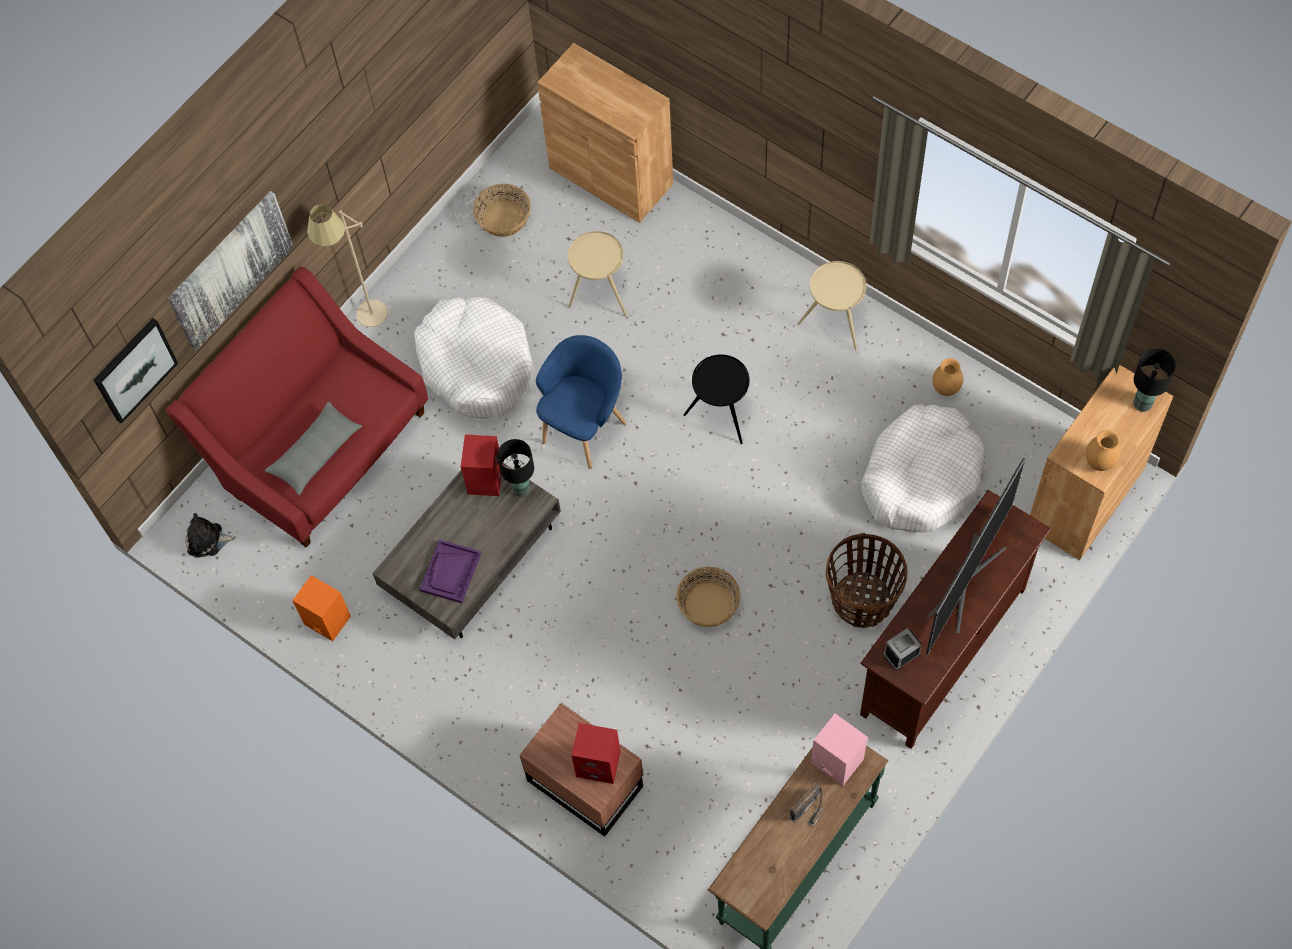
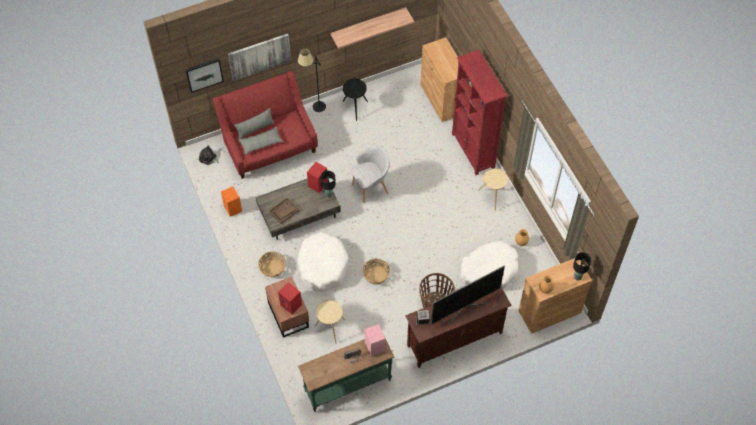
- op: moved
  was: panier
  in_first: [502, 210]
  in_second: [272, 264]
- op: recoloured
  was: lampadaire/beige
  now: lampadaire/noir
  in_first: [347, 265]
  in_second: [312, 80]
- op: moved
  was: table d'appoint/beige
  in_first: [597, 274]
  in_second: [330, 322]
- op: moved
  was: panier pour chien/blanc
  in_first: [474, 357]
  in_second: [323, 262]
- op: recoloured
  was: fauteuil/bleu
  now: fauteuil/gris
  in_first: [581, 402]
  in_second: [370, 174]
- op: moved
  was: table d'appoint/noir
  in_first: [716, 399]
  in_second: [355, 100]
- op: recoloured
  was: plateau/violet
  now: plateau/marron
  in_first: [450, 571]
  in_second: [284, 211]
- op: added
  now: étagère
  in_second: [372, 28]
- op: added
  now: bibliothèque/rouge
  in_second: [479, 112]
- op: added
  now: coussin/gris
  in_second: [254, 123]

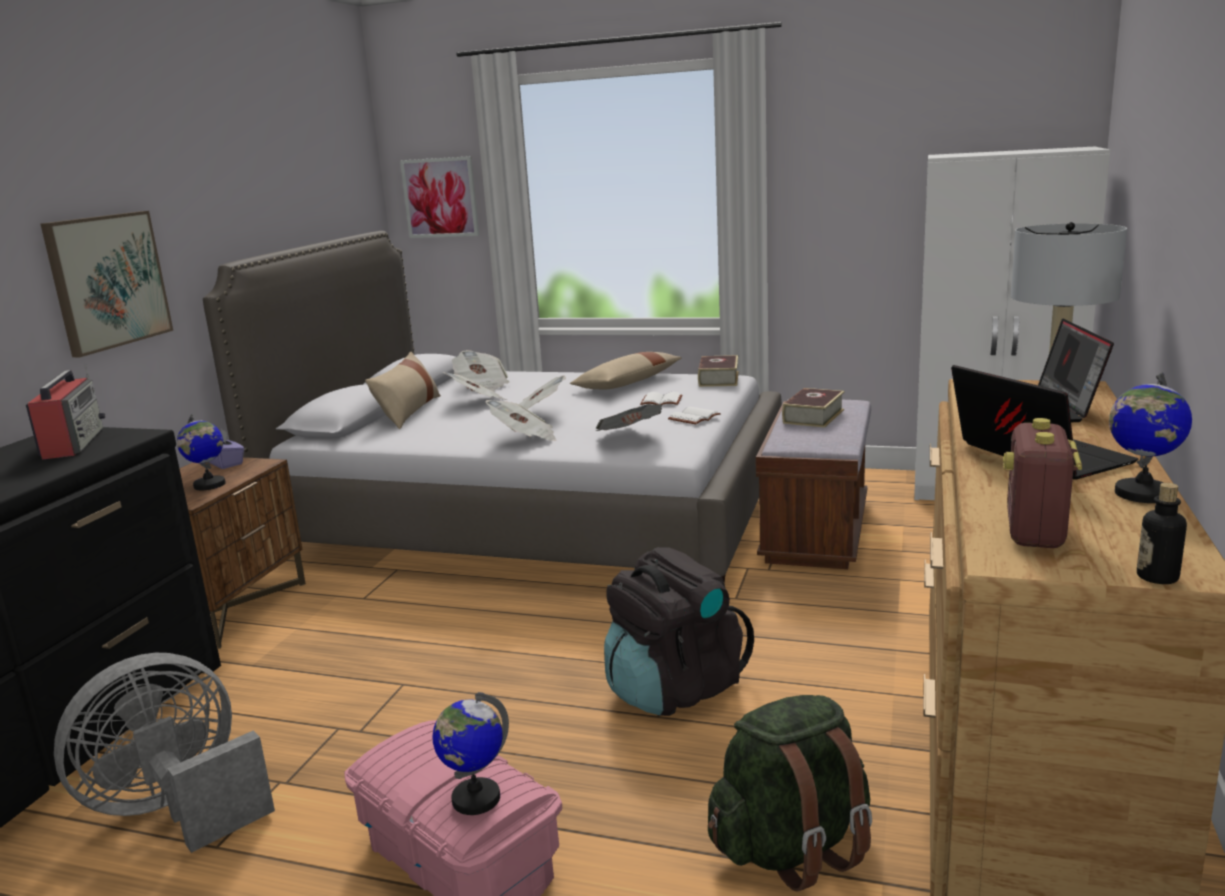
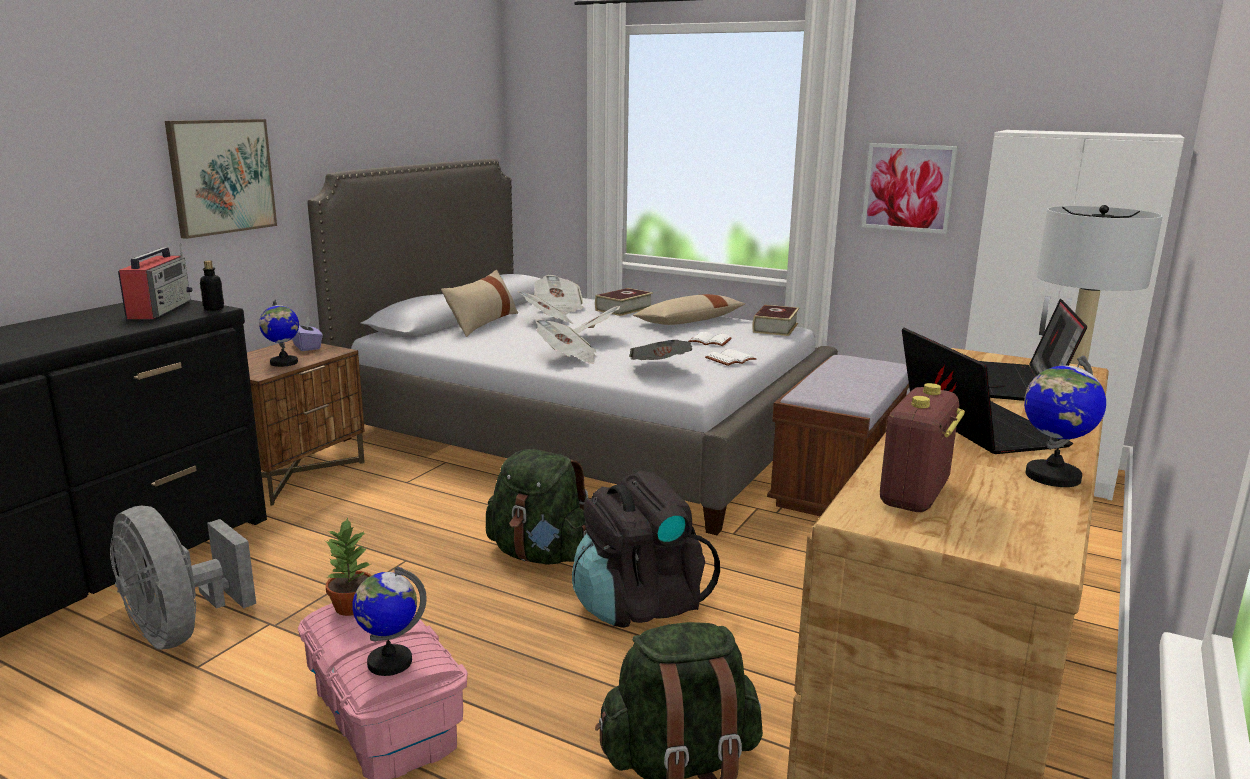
- op: moved
  was: tableau
  in_first: [439, 197]
  in_second: [910, 188]
- op: moved
  was: livre
  in_first: [813, 408]
  in_second: [624, 302]
- op: moved
  was: bouteille
  in_first: [1162, 533]
  in_second: [212, 285]
- op: turned
  was: ventilateur/gris
  in_first: [164, 753]
  in_second: [183, 578]
  clockwise: -105
- op: added
  now: sac à dos/vert
  in_second: [537, 507]
- op: added
  now: plante en pot
  in_second: [348, 567]

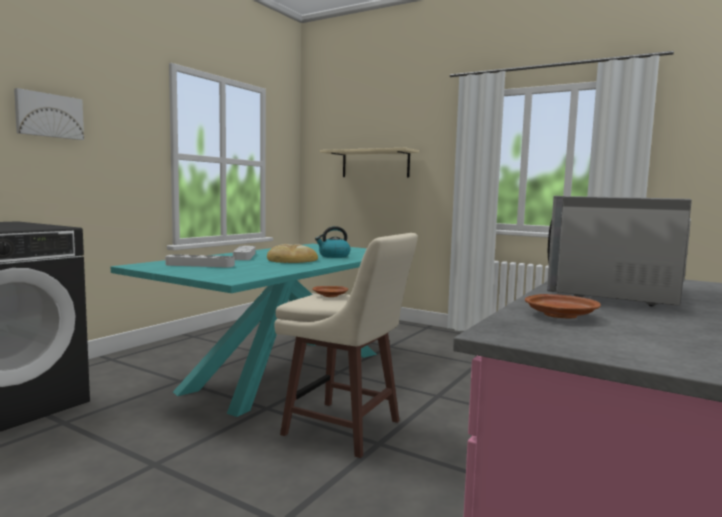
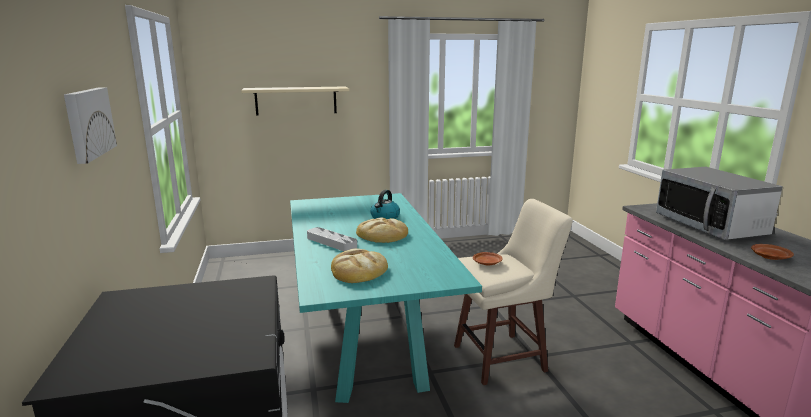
- op: replaced
  was: plateau/gris
  now: pain
  in_first: [200, 260]
  in_second: [359, 266]

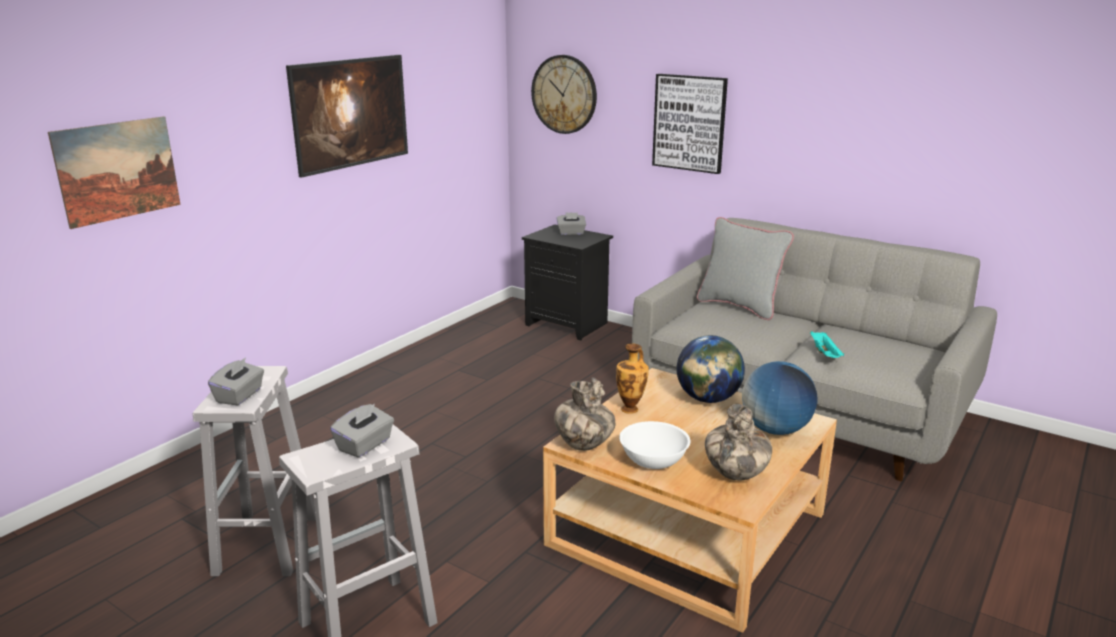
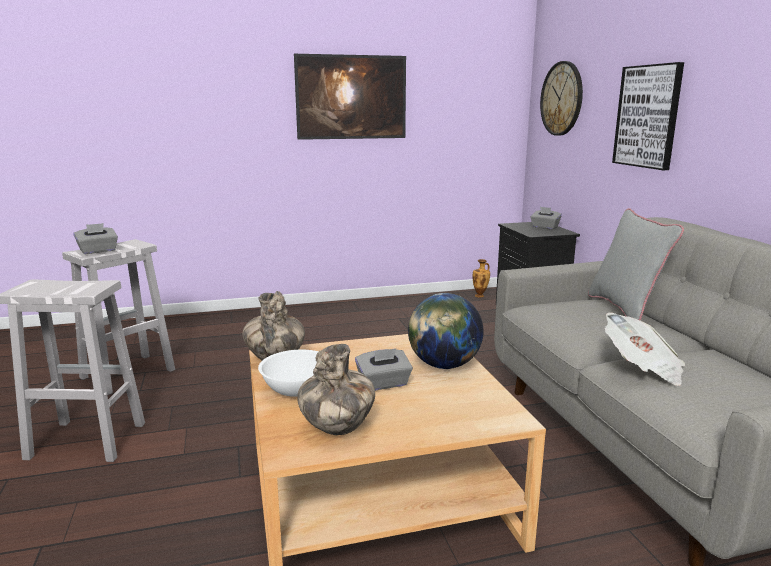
- op: removed
  was: tableau
  in_first: [114, 172]
- op: replaced
  was: plateau/turquoise
  now: journal
  in_first: [827, 345]
  in_second: [645, 349]
- op: moved
  was: vase
  in_first: [632, 378]
  in_second: [481, 278]
- op: removed
  was: globe
  in_first: [780, 398]
- op: moved
  was: boîte à mouchoirs/gris
  in_first: [362, 431]
  in_second: [384, 369]

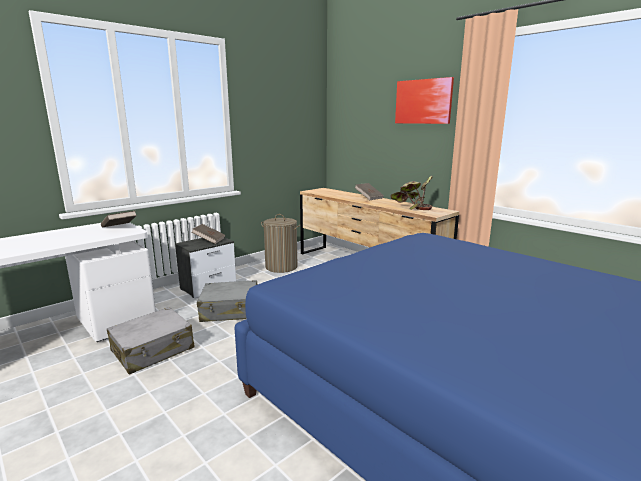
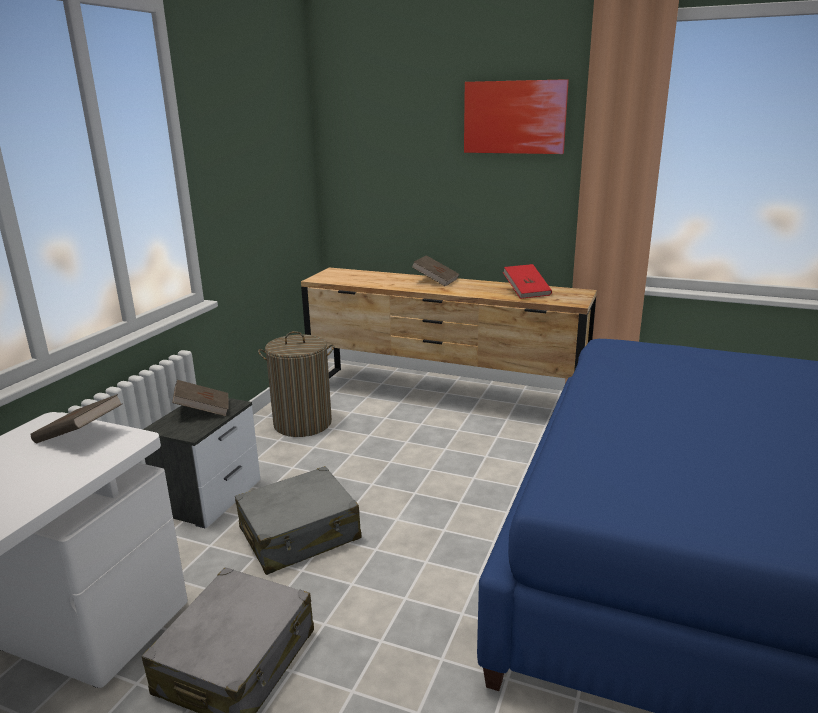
- op: replaced
  was: plante en pot
  now: livre/rouge
  in_first: [412, 193]
  in_second: [527, 281]

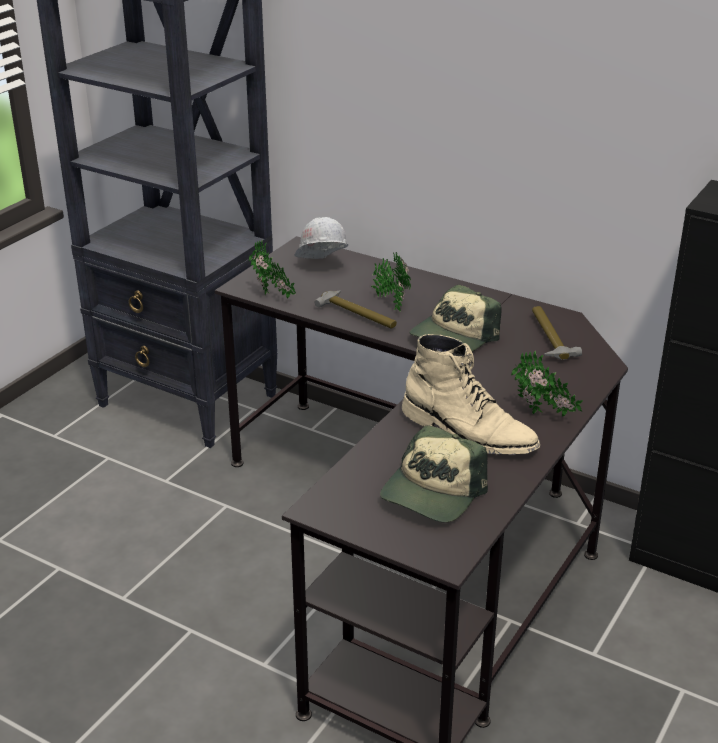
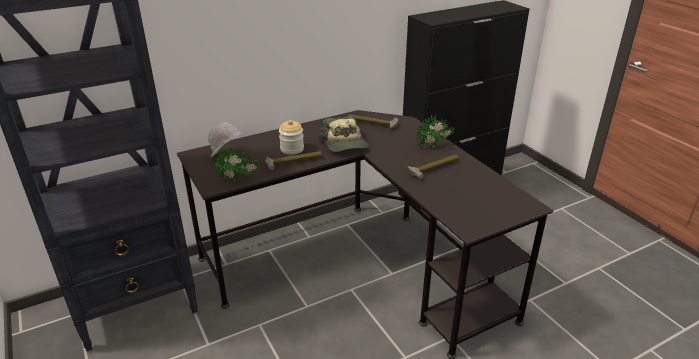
- op: replaced
  was: plante en pot
  now: bocal
  in_first: [391, 281]
  in_second: [291, 137]
- op: replaced
  was: botte/beige
  now: marteau
  in_first: [471, 394]
  in_second: [433, 166]
- op: removed
  was: casquette
  in_first: [434, 474]

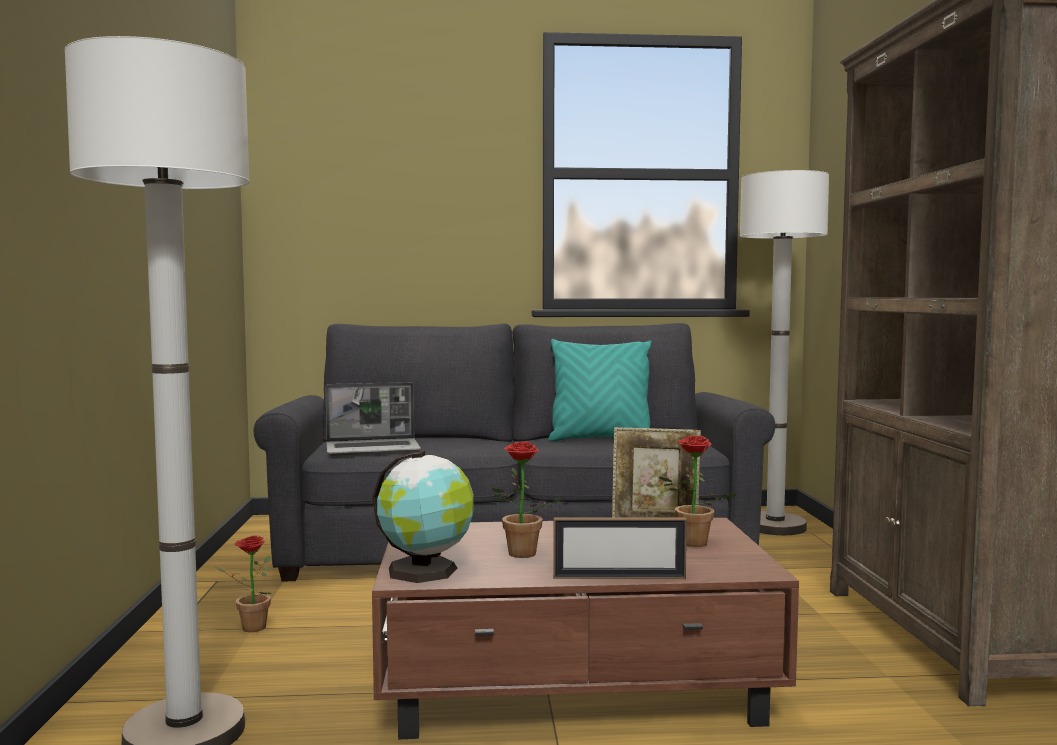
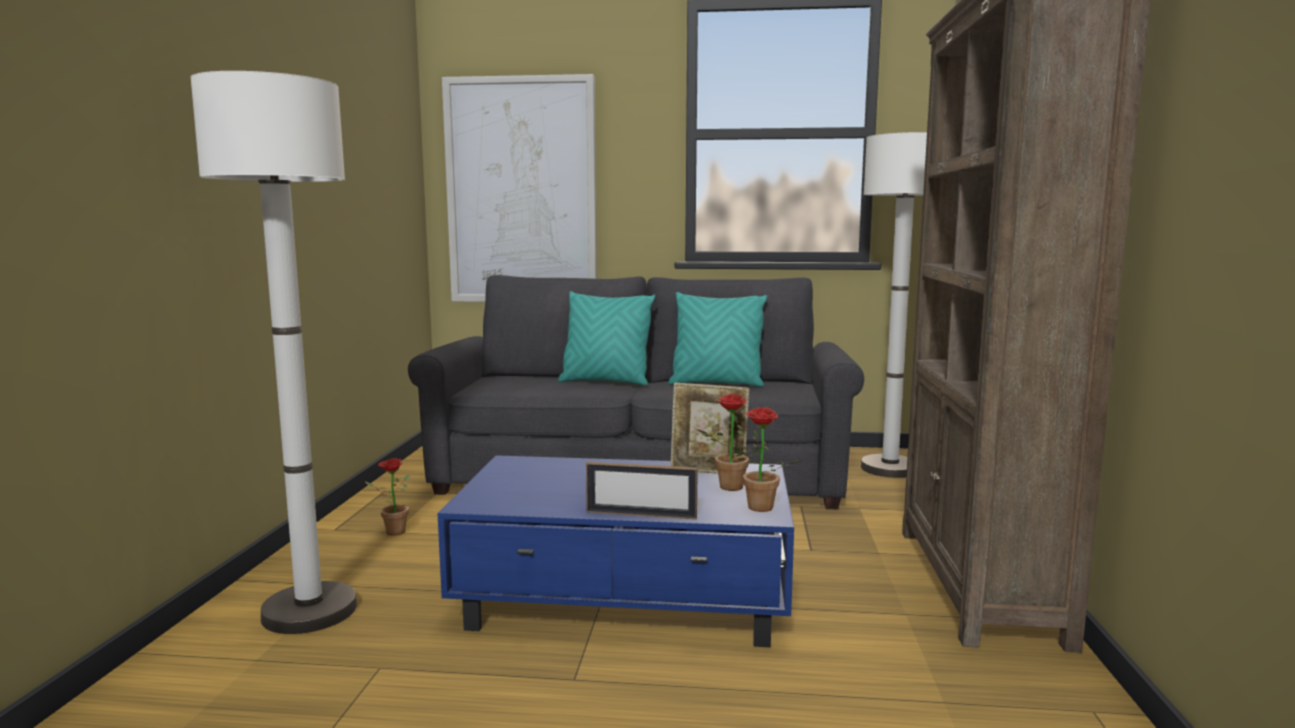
- op: removed
  was: ordinateur portable
  in_first: [373, 419]
- op: moved
  was: plante en pot
  in_first: [528, 499]
  in_second: [767, 459]
- op: removed
  was: globe
  in_first: [422, 517]
- op: recoloured
  was: table basse/marron
  now: table basse/bleu
  in_first: [585, 628]
  in_second: [615, 551]
- op: added
  now: tableau
  in_second: [519, 188]
- op: added
  now: coussin/turquoise
  in_second: [606, 338]

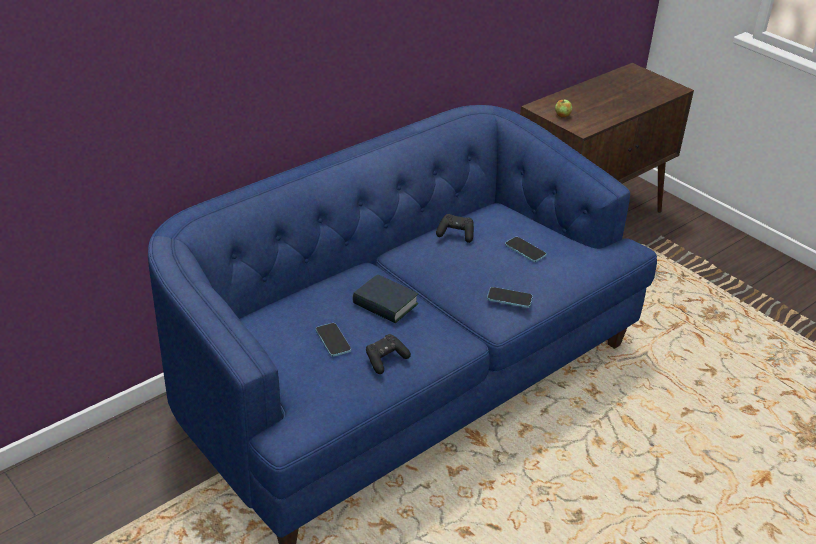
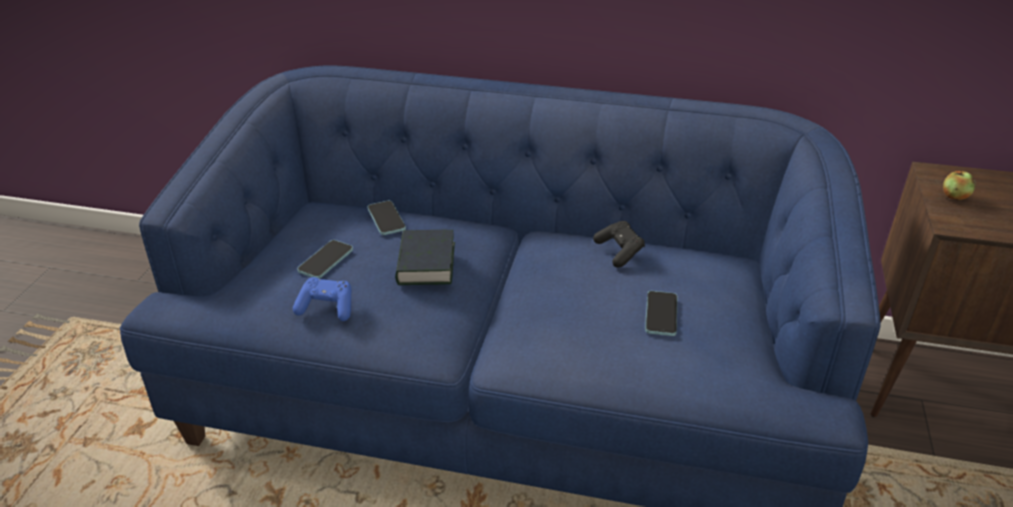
- op: moved
  was: téléphone
  in_first: [510, 297]
  in_second: [387, 218]
- op: recoloured
  was: manette/noir
  now: manette/bleu
  in_first: [388, 354]
  in_second: [322, 299]

